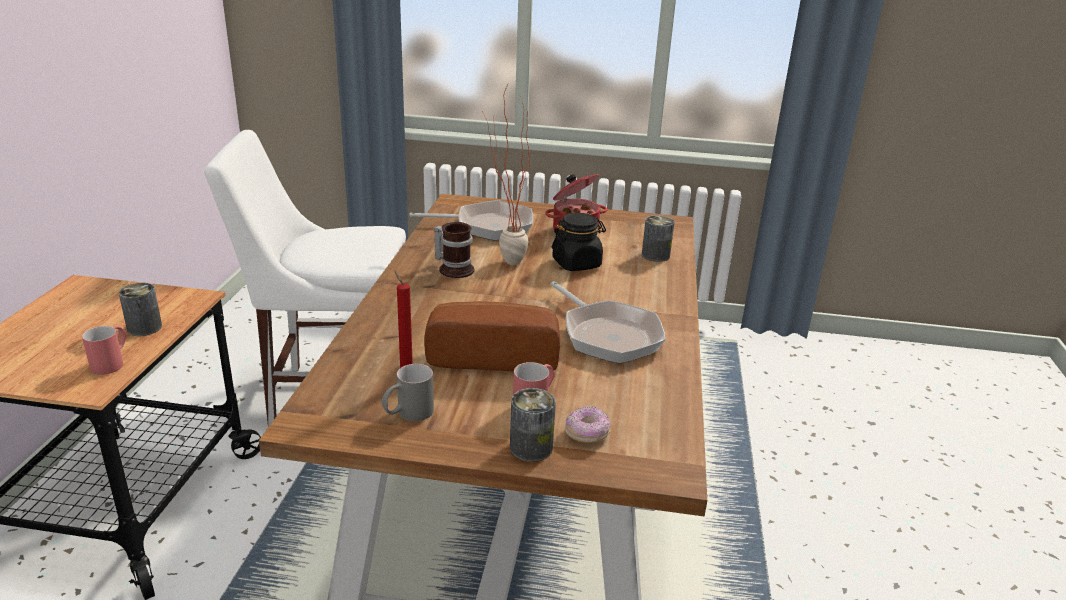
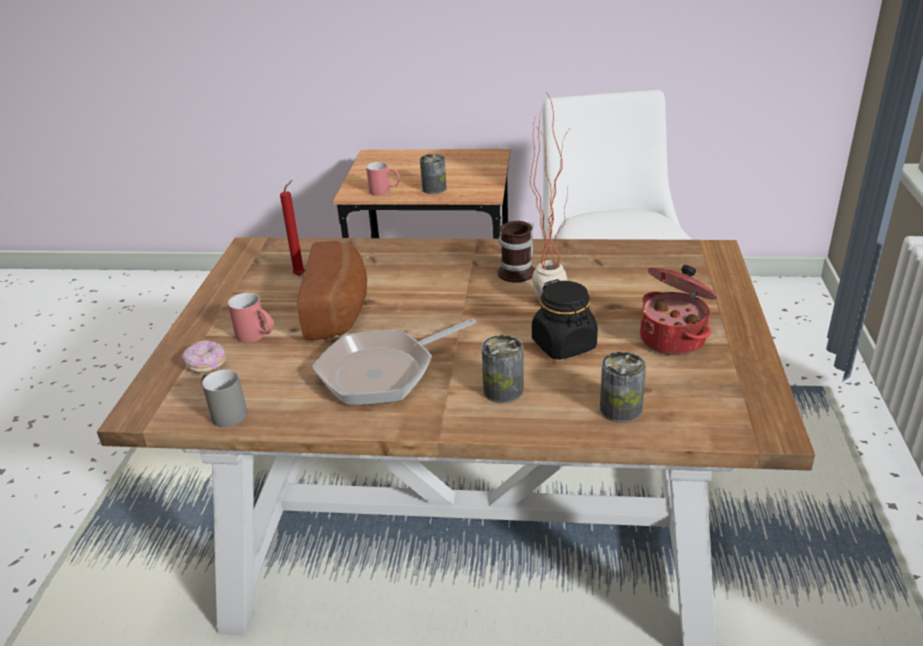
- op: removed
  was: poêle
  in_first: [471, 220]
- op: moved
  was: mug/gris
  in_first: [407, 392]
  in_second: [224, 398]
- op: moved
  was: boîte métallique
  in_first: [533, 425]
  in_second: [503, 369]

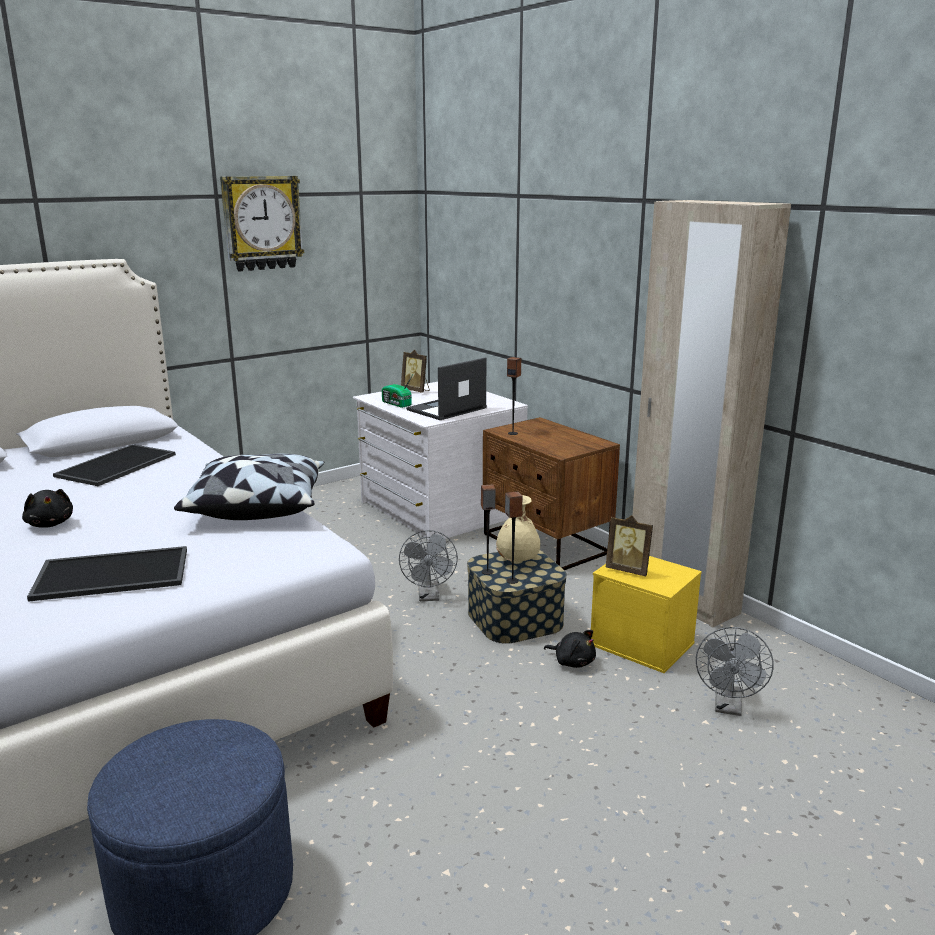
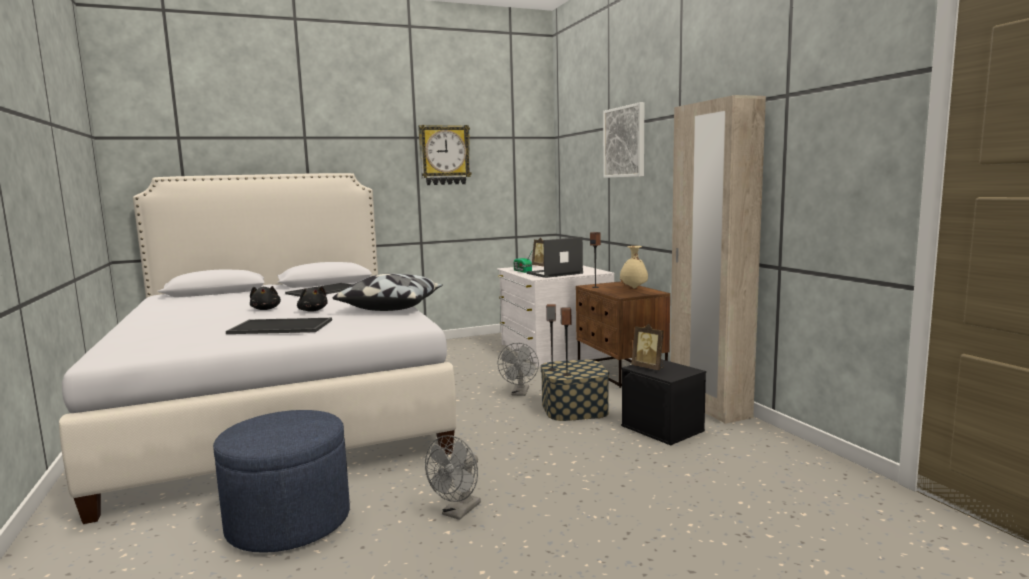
- op: moved
  was: vase/beige
  in_first: [518, 528]
  in_second: [634, 267]
- op: recoloured
  was: boîte de rangement/jaune
  now: boîte de rangement/noir
  in_first: [646, 614]
  in_second: [663, 403]
- op: moved
  was: ventilateur/gris
  in_first: [735, 671]
  in_second: [453, 477]
- op: moved
  was: peluche/noir
  in_first: [570, 649]
  in_second: [312, 299]
- op: added
  now: tableau
  in_second: [623, 140]

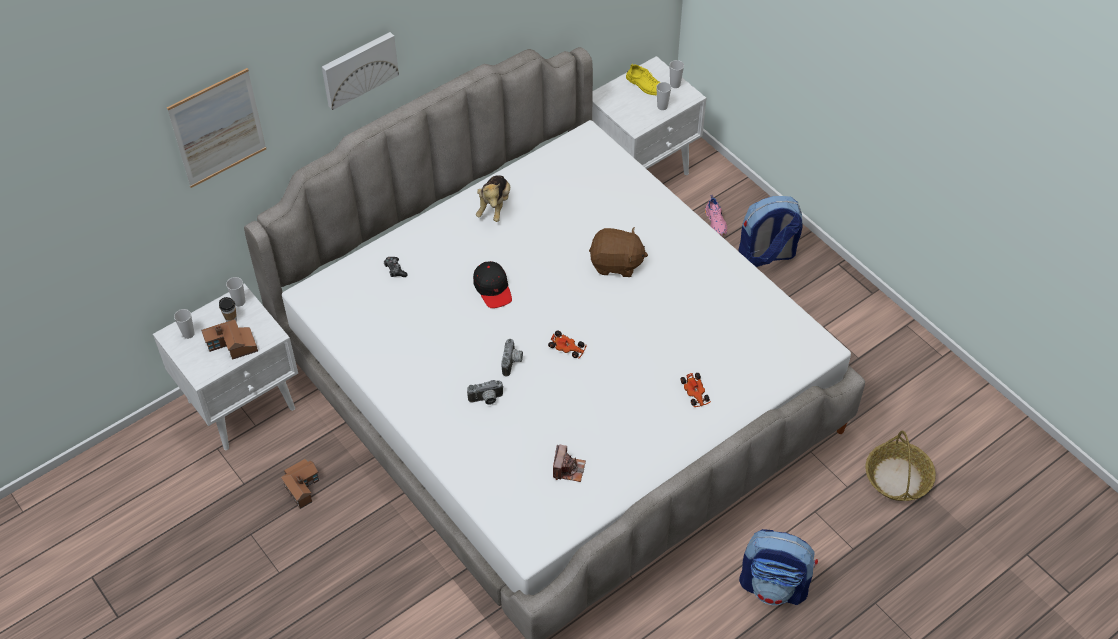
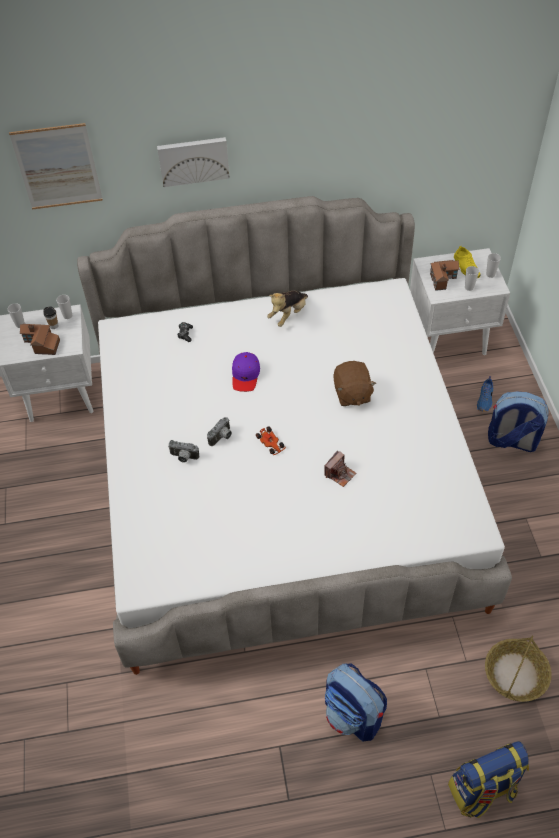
- op: recoloured
  was: chaussure/rose
  now: chaussure/bleu
  in_first: [716, 215]
  in_second: [484, 394]
- op: turned
  was: peluche/marron
  in_first: [618, 252]
  in_second: [354, 383]
  clockwise: 45
- op: recoloured
  was: casquette/noir
  now: casquette/violet
  in_first: [492, 284]
  in_second: [246, 372]
- op: removed
  was: petite voiture
  in_first: [696, 390]
- op: moved
  was: appareil photo
  in_first: [569, 463]
  in_second: [340, 468]
- op: moved
  was: maison miniature
  in_first: [300, 483]
  in_second: [444, 275]
- op: added
  now: sac à dos
  in_second: [488, 779]

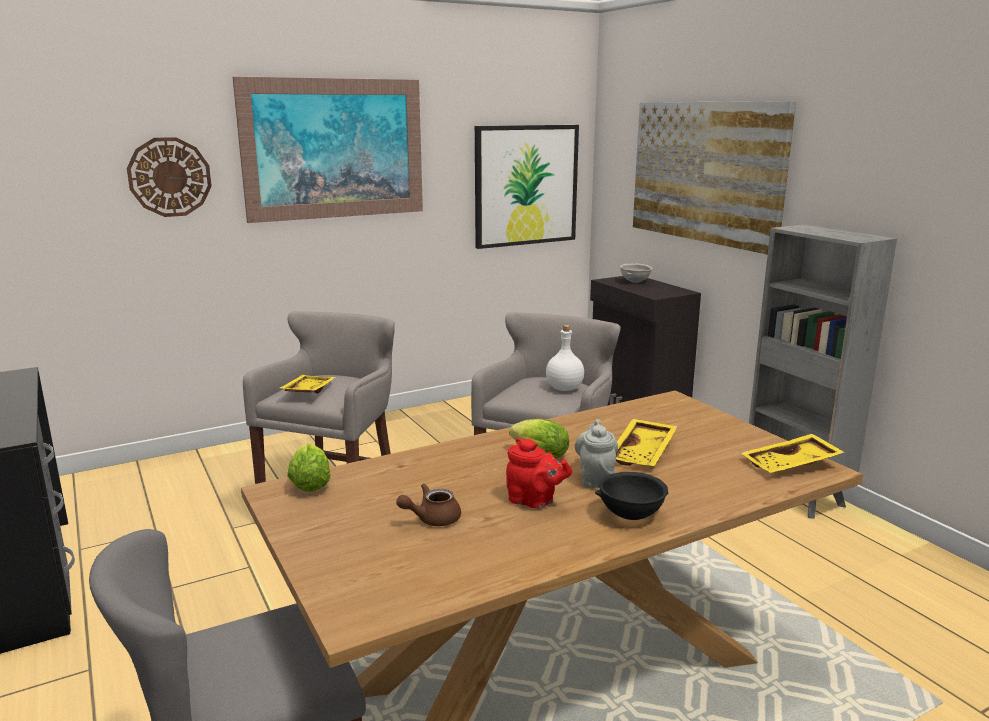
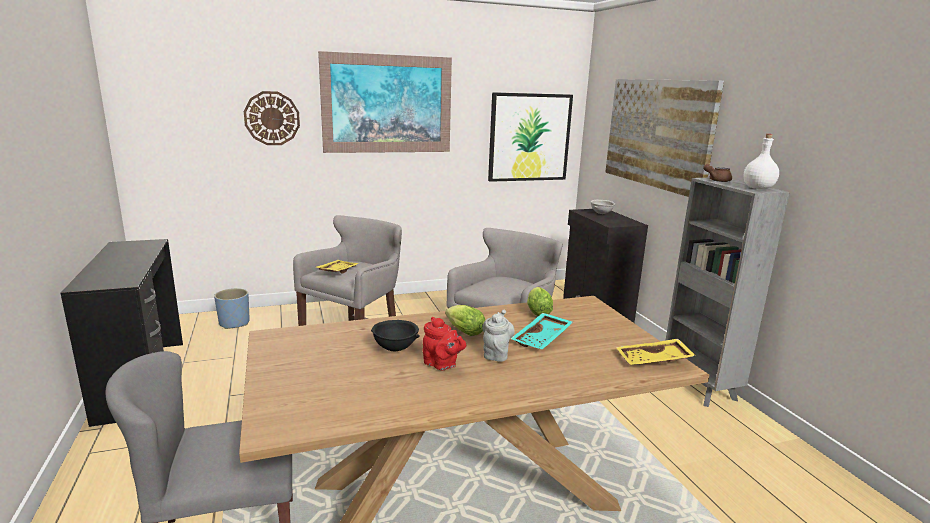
- op: moved
  was: bouteille/blanc
  in_first: [565, 358]
  in_second: [761, 161]
- op: recoloured
  was: plateau/jaune
  now: plateau/turquoise
  in_first: [647, 442]
  in_second: [542, 331]
- op: moved
  was: laitue
  in_first: [309, 467]
  in_second: [540, 301]
- op: moved
  was: bol/noir
  in_first: [632, 496]
  in_second: [395, 335]
- op: moved
  was: théière/marron
  in_first: [428, 505]
  in_second: [717, 173]
- op: added
  now: cache-pot/bleu
  in_second: [232, 308]

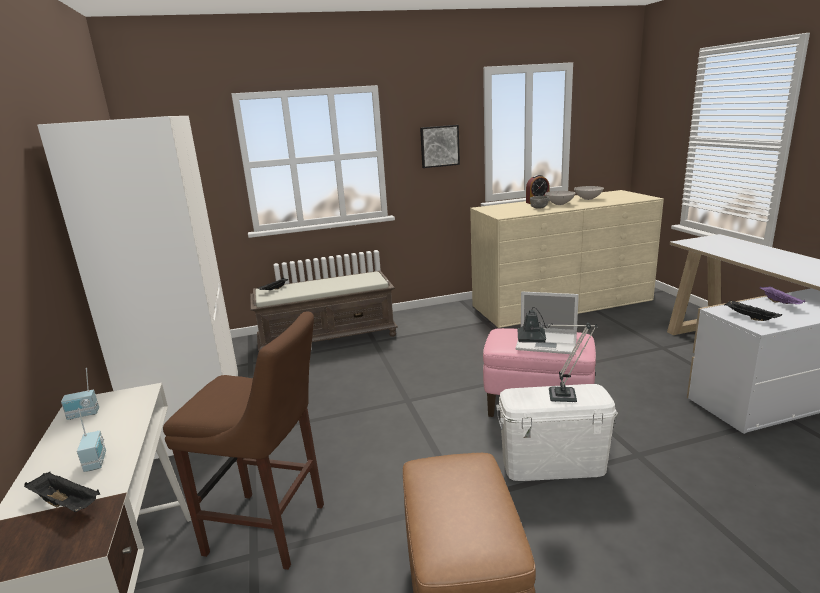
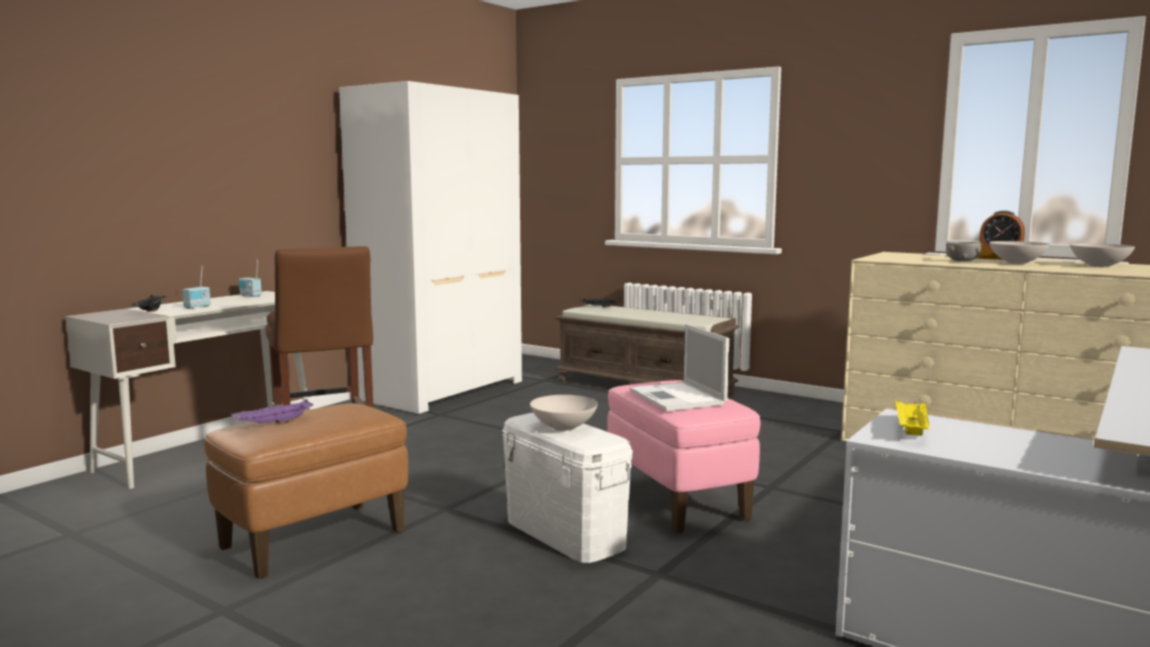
- op: removed
  was: tableau
  in_first: [440, 146]
- op: moved
  was: plateau/violet
  in_first: [782, 295]
  in_second: [272, 411]
- op: recoloured
  was: plateau/noir
  now: plateau/jaune
  in_first: [753, 310]
  in_second: [912, 418]
- op: replaced
  was: lampe de table
  now: bol/blanc
  in_first: [557, 354]
  in_second: [564, 413]

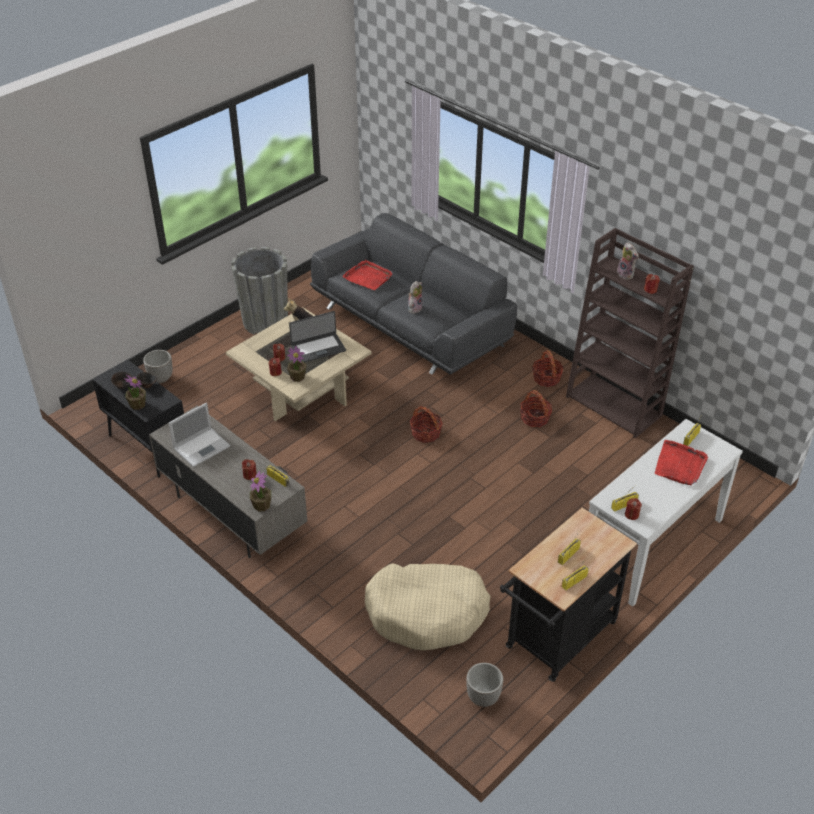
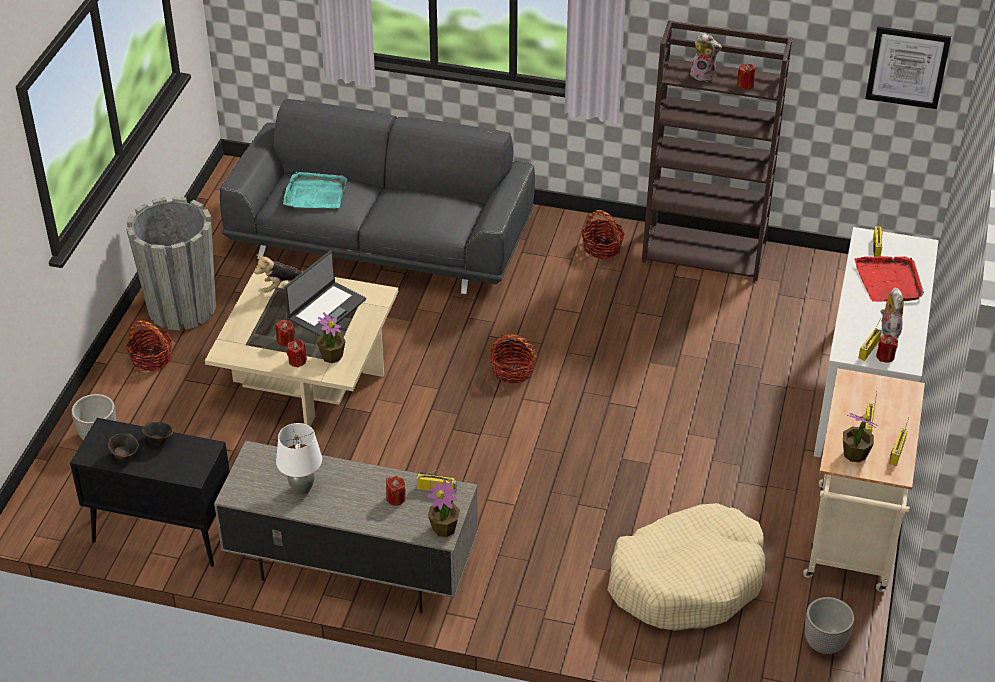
- op: recoloured
  was: plateau/rouge
  now: plateau/turquoise
  in_first: [367, 275]
  in_second: [315, 190]
- op: moved
  was: peluche
  in_first: [415, 297]
  in_second: [892, 313]
- op: moved
  was: plante en pot
  in_first: [135, 392]
  in_second: [860, 438]
- op: moved
  was: panier
  in_first: [536, 408]
  in_second: [149, 345]
- op: replaced
  was: ordinateur portable
  now: lampe de table/blanc
  in_first: [199, 435]
  in_second: [299, 459]
- op: recoloured
  was: chariot/noir
  now: chariot/beige
  in_first: [568, 595]
  in_second: [864, 480]
- op: added
  now: tableau
  in_second: [908, 67]

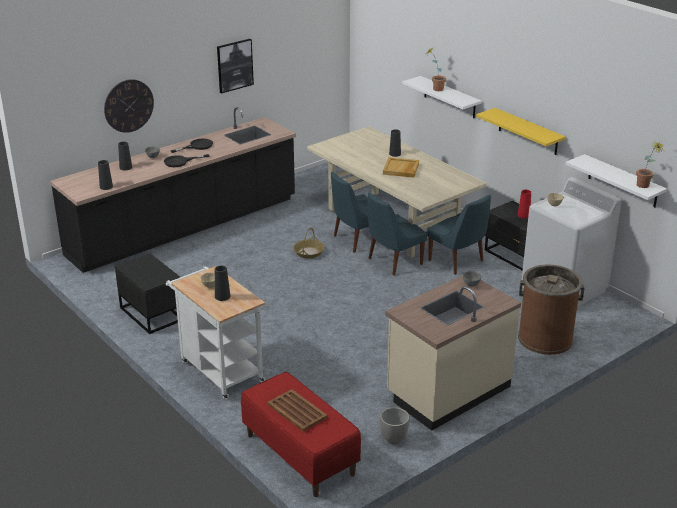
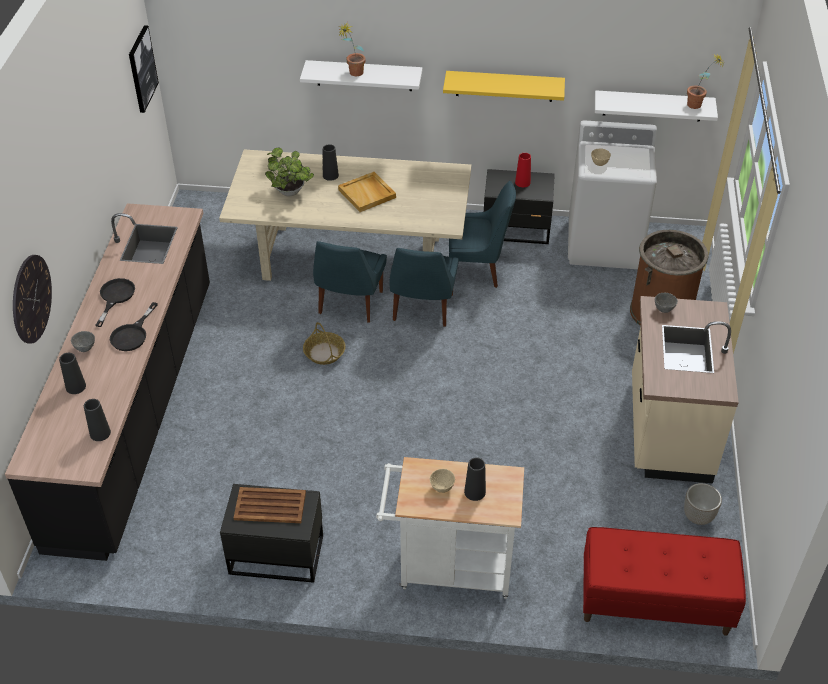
- op: moved
  was: tableau
  in_first: [235, 66]
  in_second: [144, 69]
- op: moved
  was: plateau/marron
  in_first: [297, 410]
  in_second: [270, 505]
- op: added
  now: plante en pot
  in_second: [289, 171]

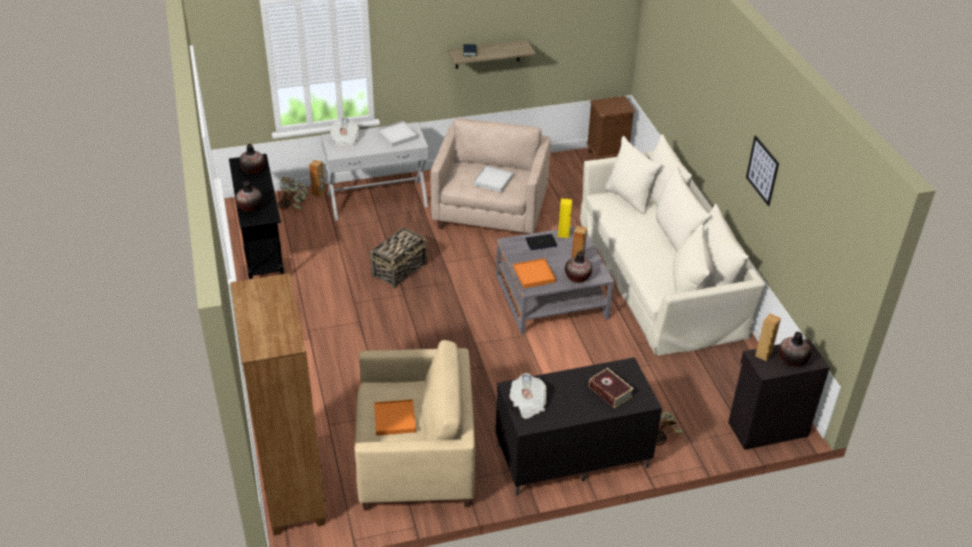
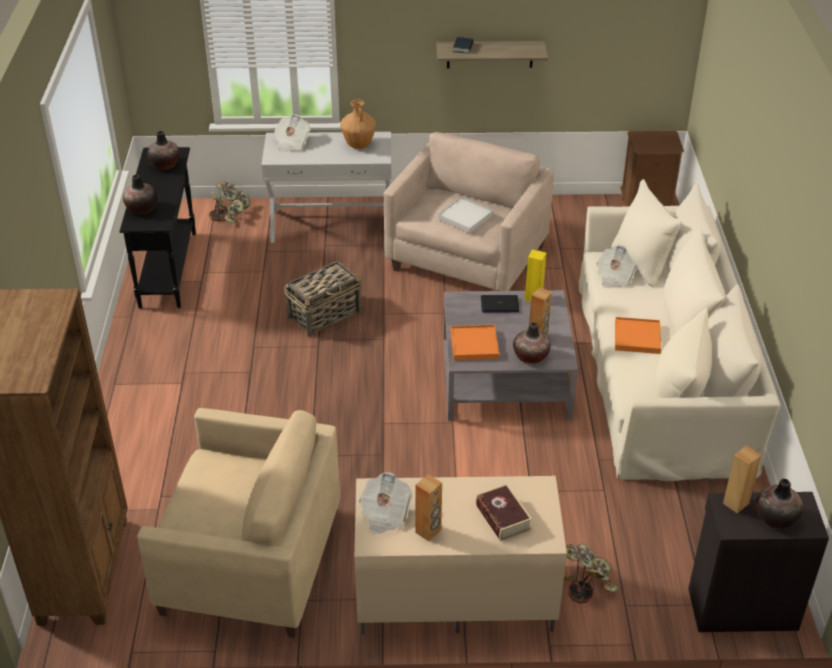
- op: replaced
  was: plateau/blanc
  now: vase/marron
  in_first: [397, 134]
  in_second: [358, 124]
- op: removed
  was: tableau
  in_first: [762, 170]
- op: moved
  was: enceinte/marron
  in_first: [317, 178]
  in_second: [428, 507]
- op: recoloured
  was: meuble télé/noir
  now: meuble télé/beige
  in_first: [579, 426]
  in_second: [460, 555]
- op: moved
  was: plateau/orange
  in_first: [395, 417]
  in_second: [638, 335]
- op: added
  now: journal
  in_second: [617, 266]

